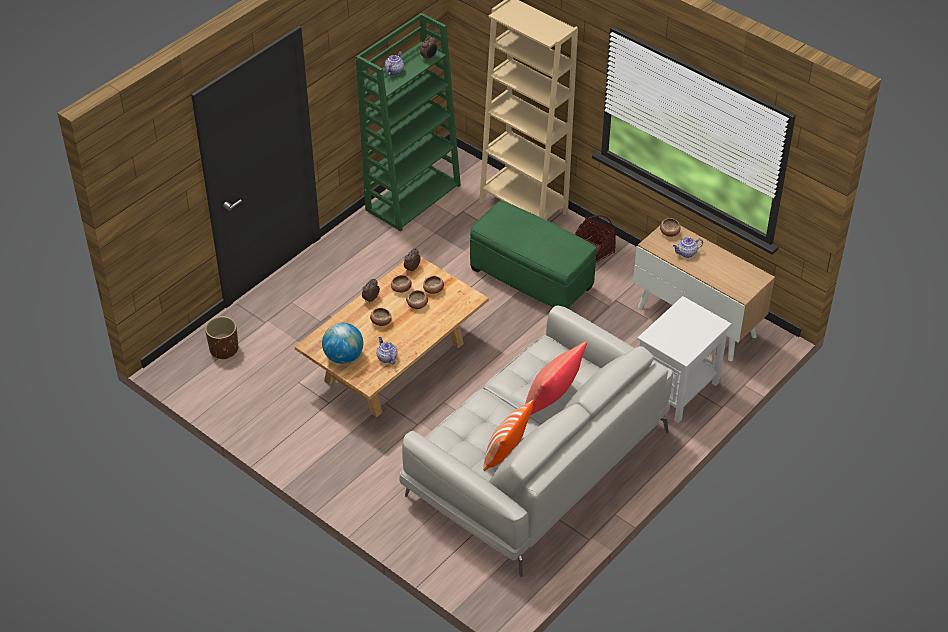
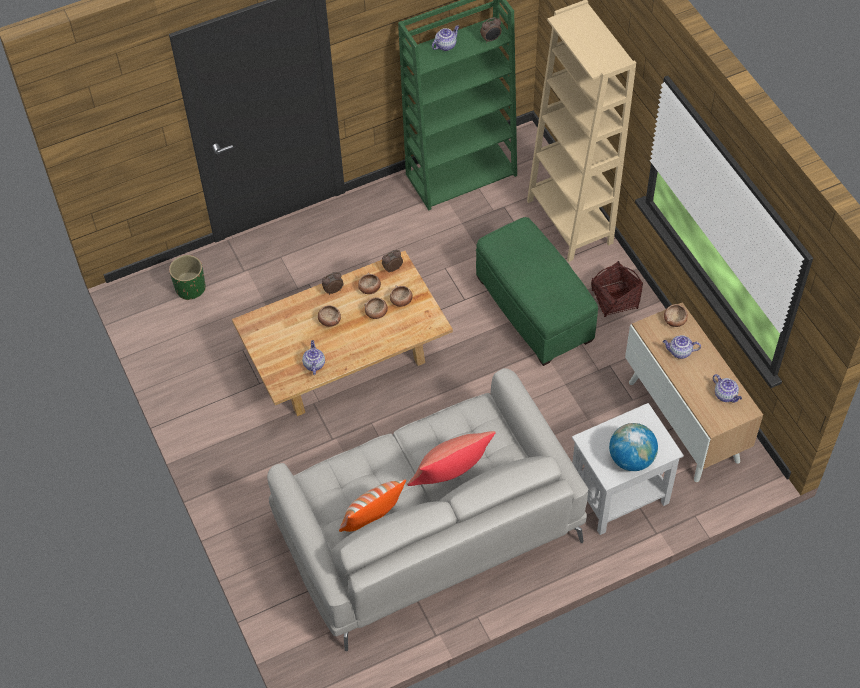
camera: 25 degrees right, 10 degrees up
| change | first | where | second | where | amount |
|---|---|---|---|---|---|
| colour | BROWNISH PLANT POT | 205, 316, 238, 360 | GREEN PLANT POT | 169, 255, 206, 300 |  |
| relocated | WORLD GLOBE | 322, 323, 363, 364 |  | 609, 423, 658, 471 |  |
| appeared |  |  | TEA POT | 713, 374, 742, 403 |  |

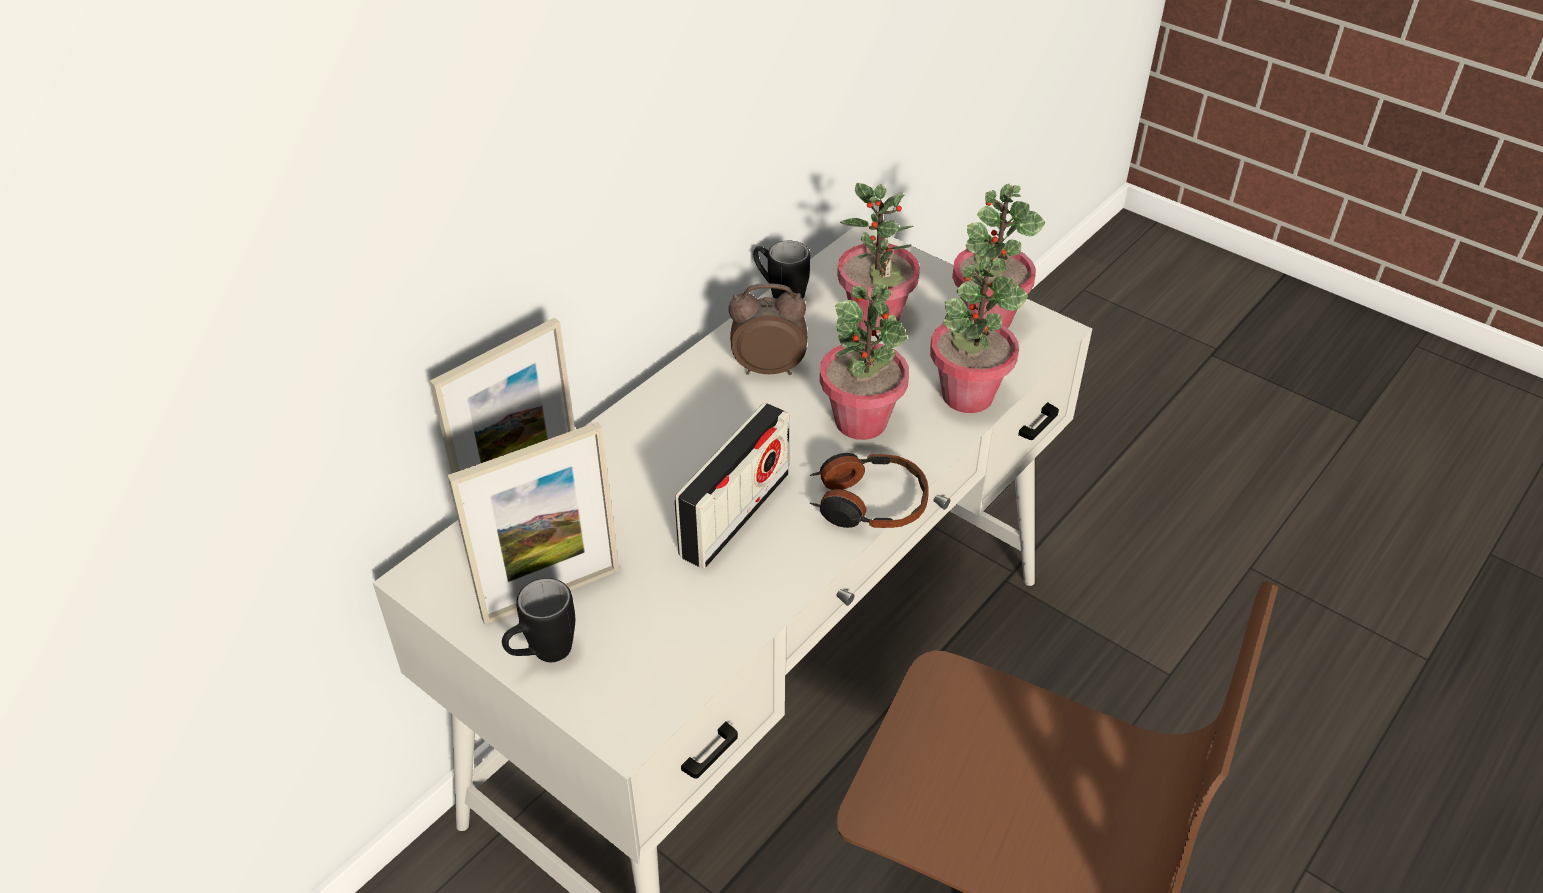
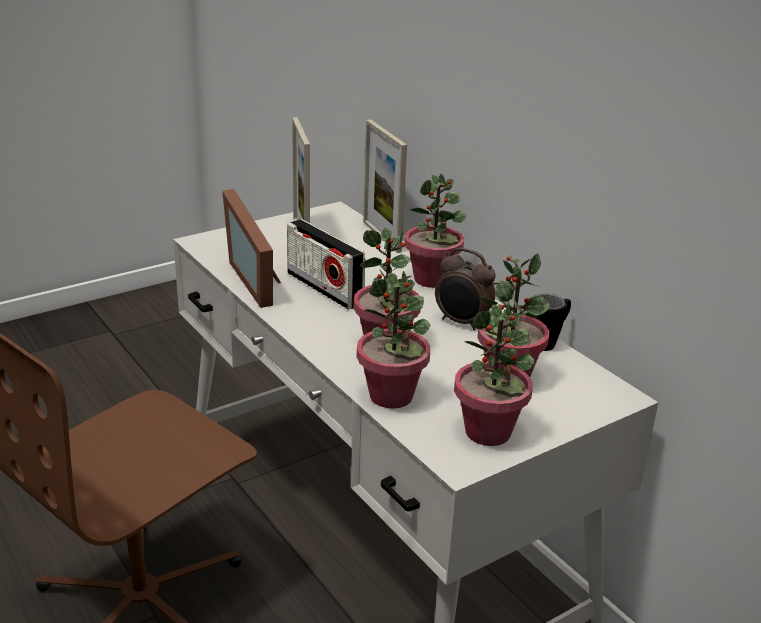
camera: 105 degrees right, 15 degrees down
| change | first | where | second | where | amount |
|---|---|---|---|---|---|
| appeared |  |  | PICTURE FRAME | 222, 189, 281, 308 |  |
| appeared |  |  | POTTED PLANT | 405, 174, 466, 288 |  |
| spun | ALARM CLOCK | 728, 283, 808, 375 |  | 435, 248, 496, 330 | 105 degrees clockwise |
| missing | BLACKISH MUG | 502, 578, 575, 662 |  |  |  |
| missing | PAIR OF HEADPHONES | 810, 453, 929, 528 |  |  |  |

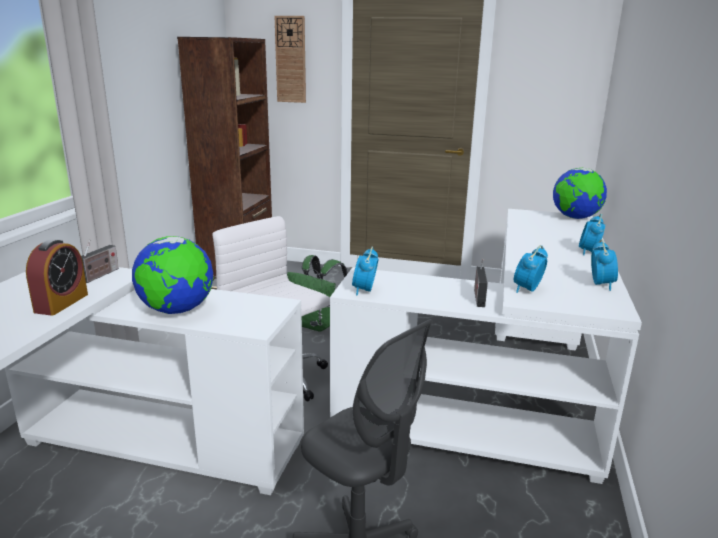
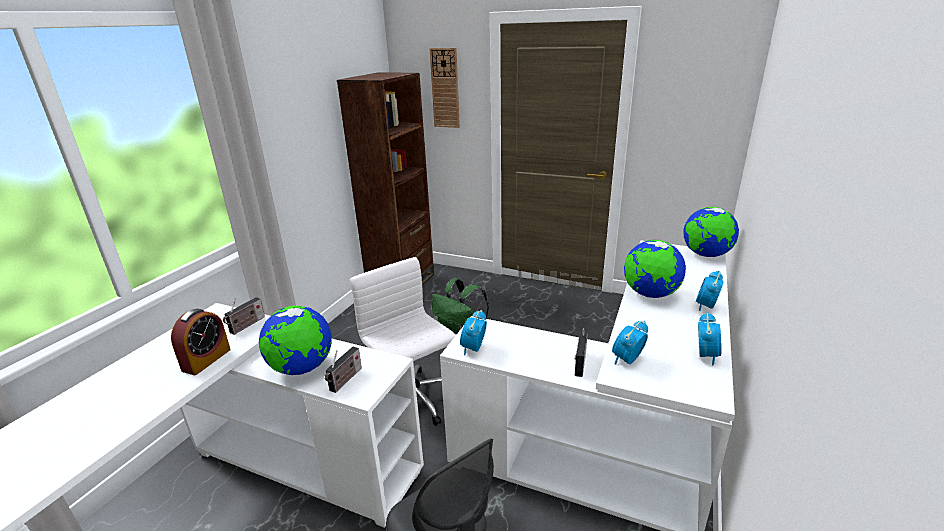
camera: 10 degrees right, 5 degrees up
| change | first | where | second | where | amount |
|---|---|---|---|---|---|
| appeared |  |  | RADIO | 325, 347, 362, 393 |  |
| appeared |  |  | WORLD GLOBE | 624, 240, 686, 298 |  |

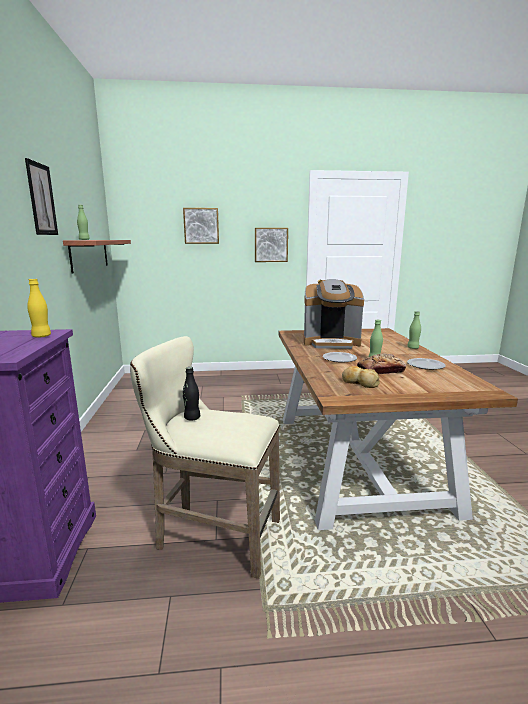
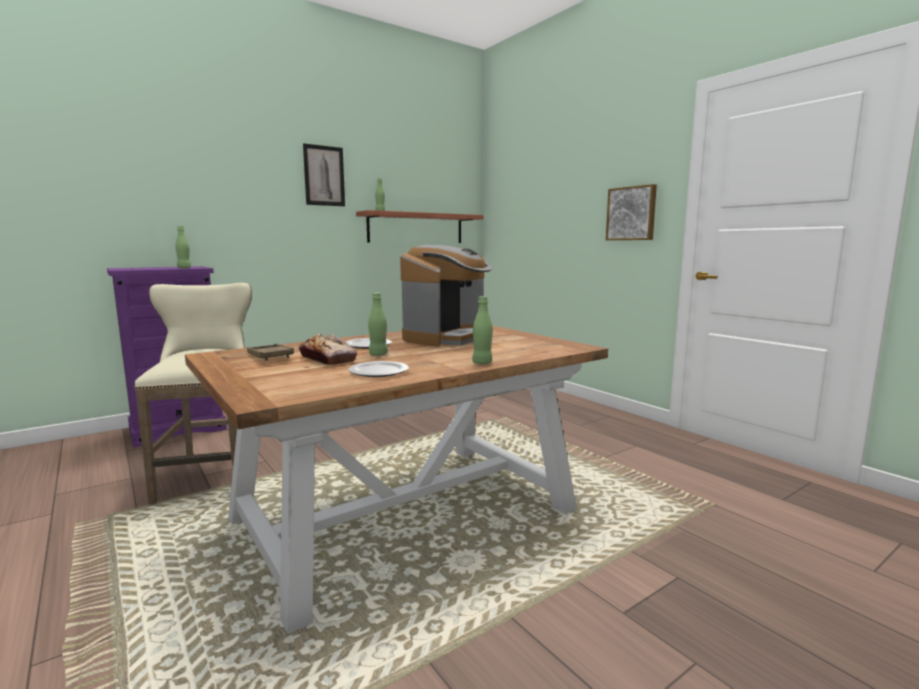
camera: 60 degrees right, 5 degrees down
| change | first | where | second | where | amount |
|---|---|---|---|---|---|
| colour | YELLOWISH BOTTLE | 27, 279, 51, 337 | GREEN BOTTLE | 175, 226, 191, 268 |  |
| exchanged | BREAD | 342, 366, 380, 388 | BROWNISH SERVING TRAY | 247, 344, 294, 361 |  |
| spun | COFFEE MACHINE | 303, 279, 364, 349 |  | 400, 245, 492, 346 | 120 degrees counterclockwise |
| missing | WALL ART | 183, 208, 219, 244 |  |  |  |
| missing | BLACKISH BOTTLE | 183, 367, 200, 421 |  |  |  |

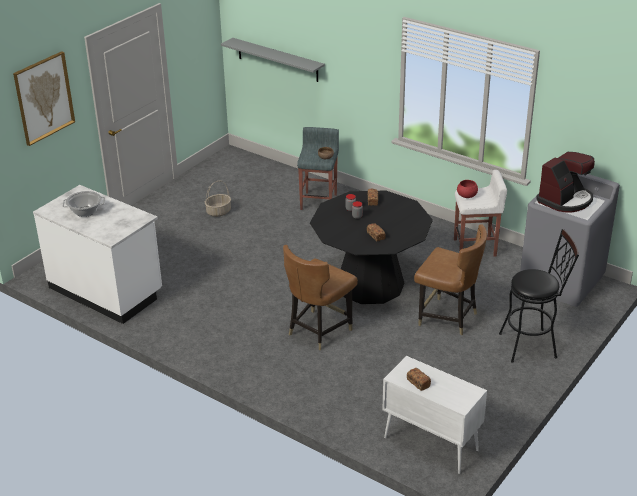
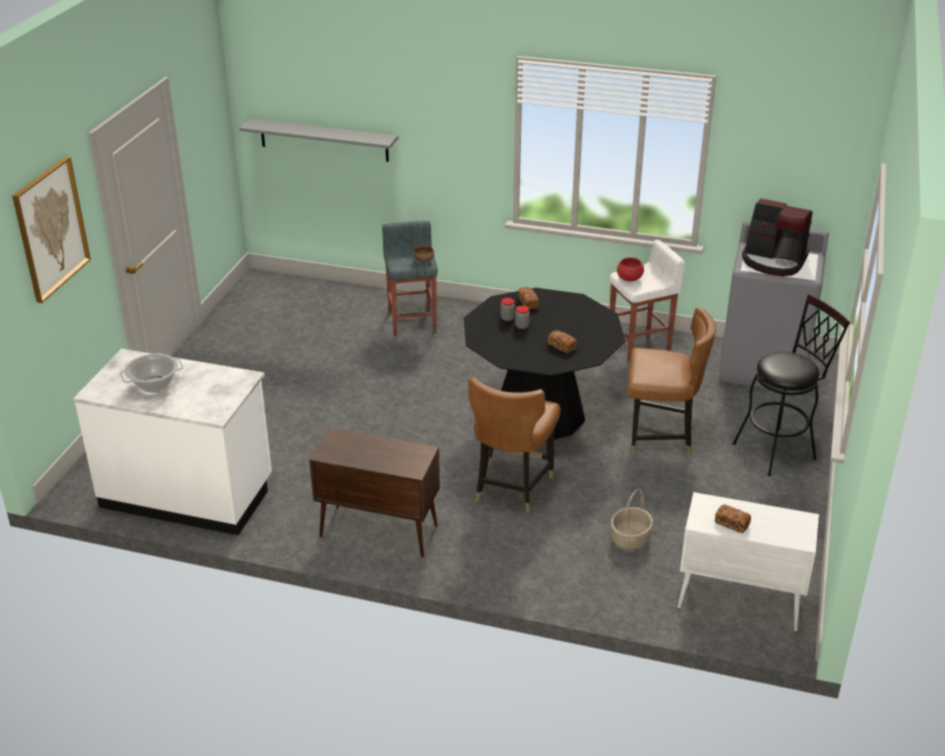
camera: 20 degrees left, 0 degrees up
| change | first | where | second | where | amount |
|---|---|---|---|---|---|
| appeared |  |  | BROWNISH CUPBOARD | 309, 428, 440, 557 |  |
| relocated | STORAGE BASKET | 205, 181, 231, 217 |  | 611, 489, 653, 550 |  |
| spun | COFFEE MACHINE | 536, 152, 595, 213 |  | 742, 198, 812, 276 | 90 degrees clockwise |

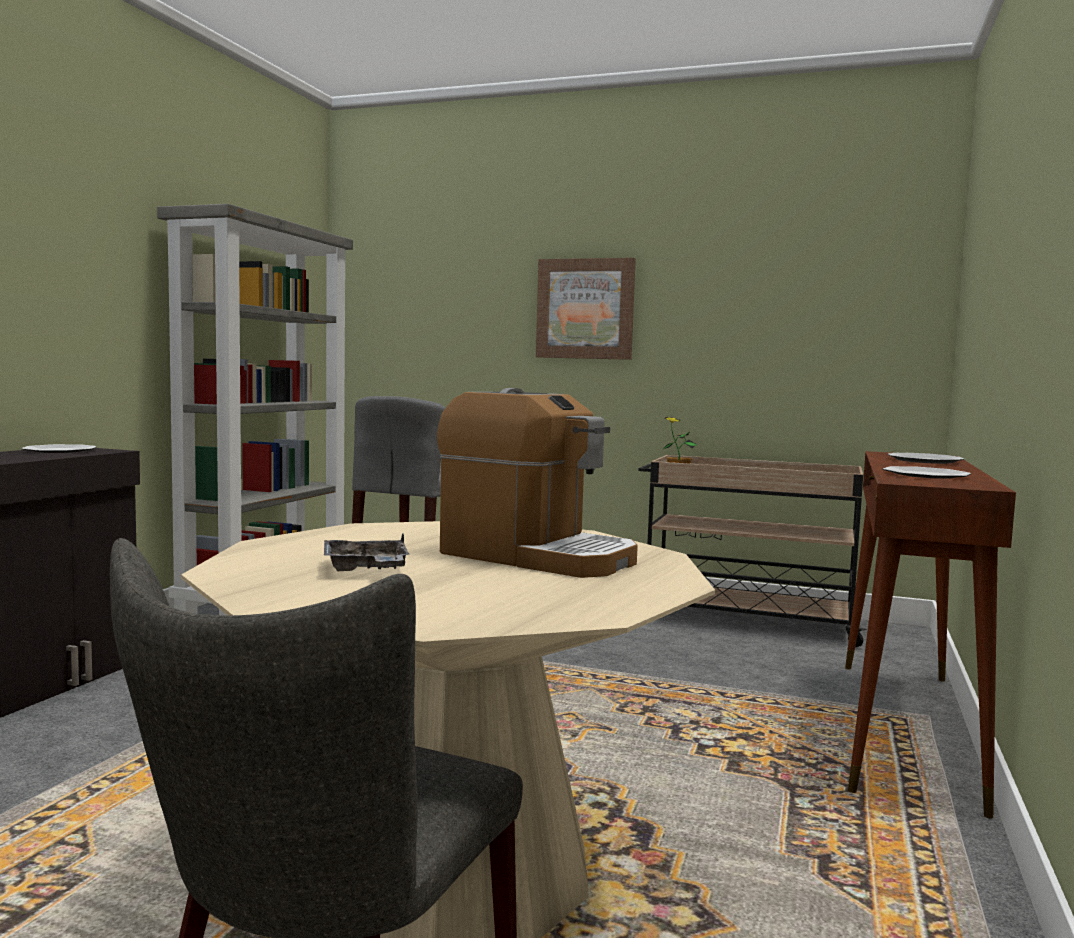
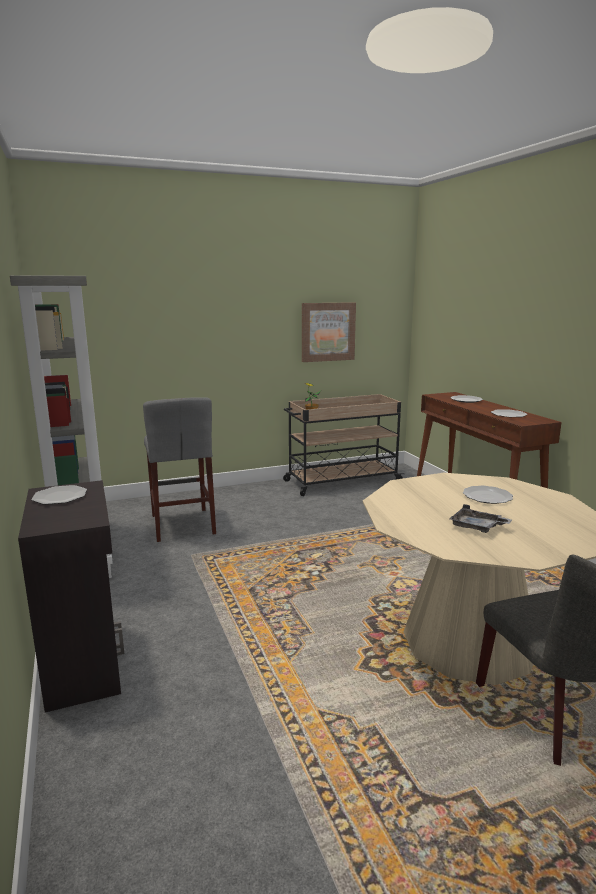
camera: 40 degrees left, 10 degrees up
| change | first | where | second | where | amount |
|---|---|---|---|---|---|
| relocated | WALL ART | 536, 258, 636, 360 |  | 302, 302, 356, 362 |  |
| exchanged | COFFEE MACHINE | 437, 388, 638, 578 | DINNER PLATE | 463, 486, 513, 504 |  |

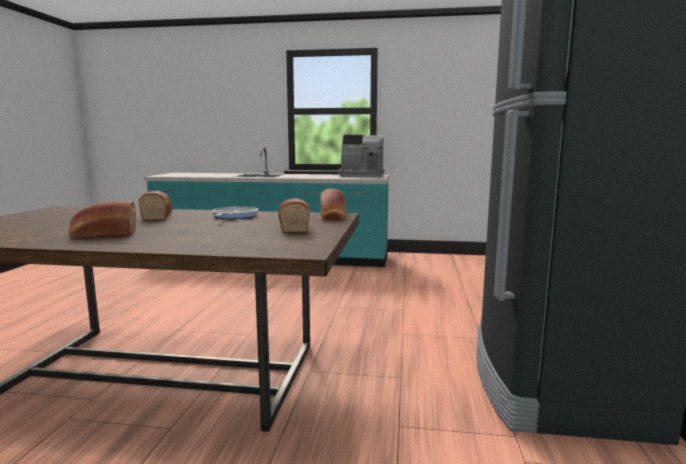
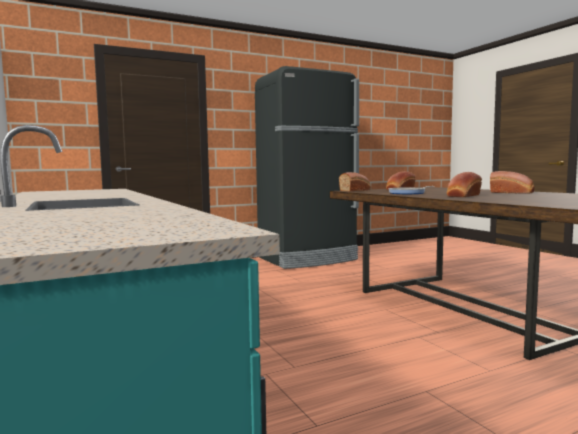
camera: 125 degrees left, 5 degrees down
| change | first | where | second | where | amount |
|---|---|---|---|---|---|
| missing | COFFEE MACHINE | 338, 135, 385, 178 |  |  |  |

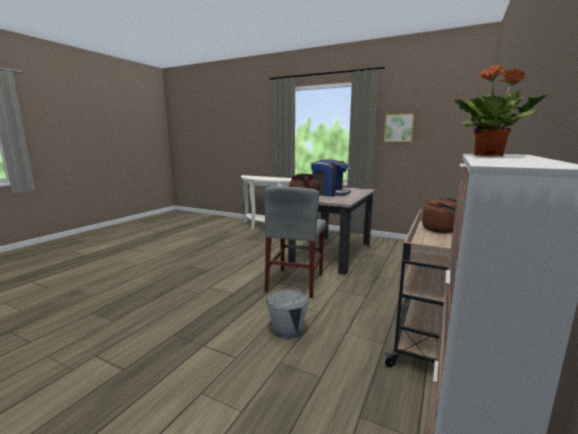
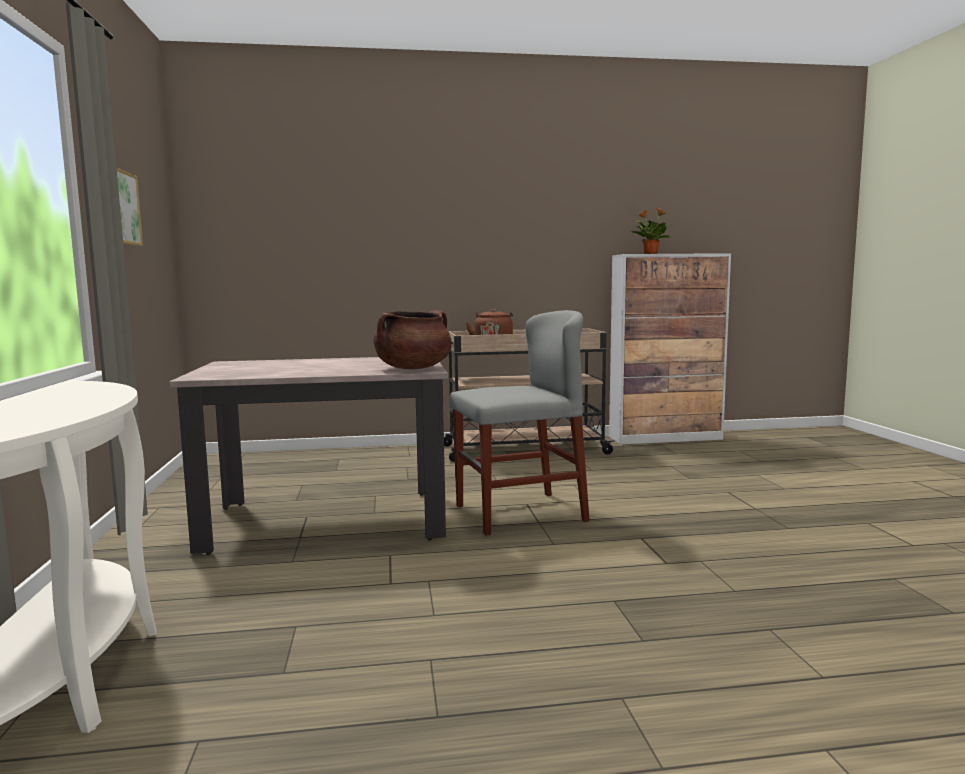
camera: 125 degrees left, 5 degrees down
| change | first | where | second | where | amount |
|---|---|---|---|---|---|
| missing | GRAY BUCKET | 267, 289, 309, 339 |  |  |  |
| missing | COFFEE MACHINE | 311, 159, 351, 197 |  |  |  |

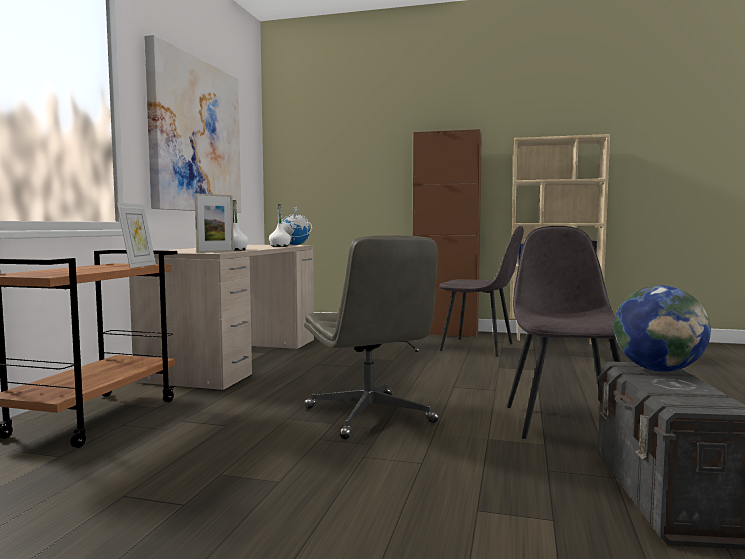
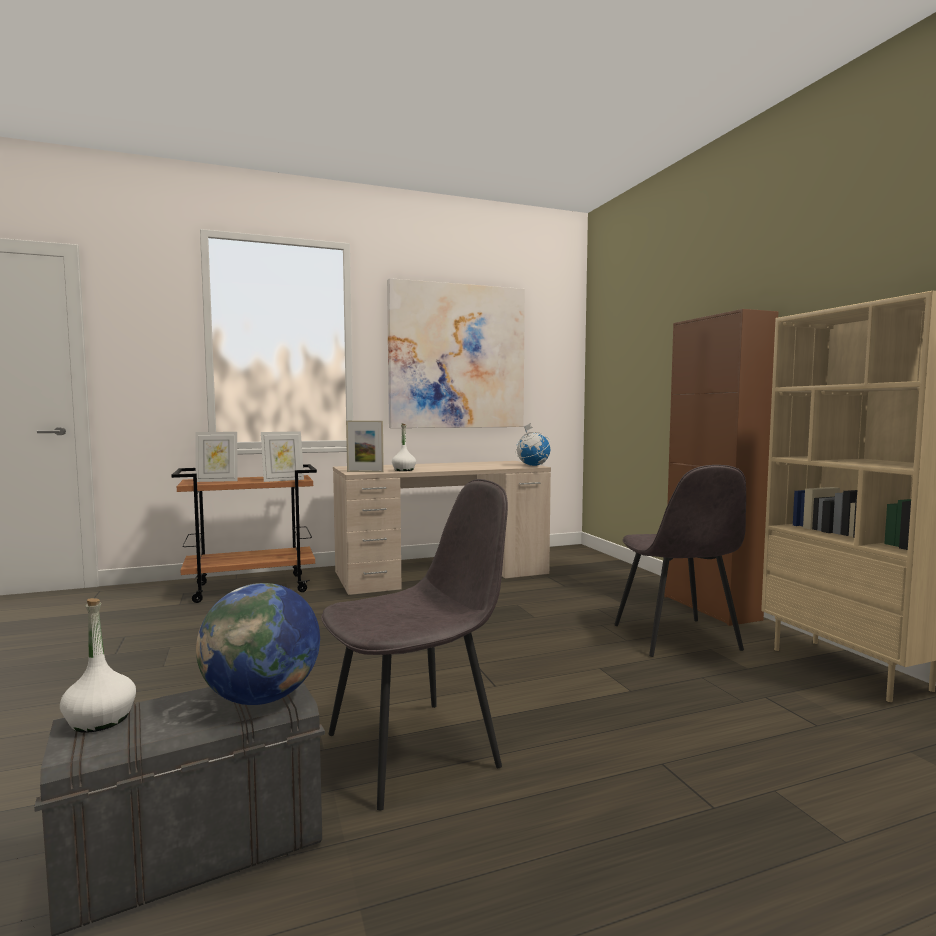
camera: 55 degrees right, 0 degrees up
| change | first | where | second | where | amount |
|---|---|---|---|---|---|
| relocated | WHITE-COLOURED BOTTLE | 269, 204, 291, 247 |  | 60, 598, 136, 733 |  |
| appeared |  |  | PICTURE FRAME | 195, 432, 237, 482 |  |
| missing | GRAY DESK CHAIR | 304, 235, 439, 439 |  |  |  |

